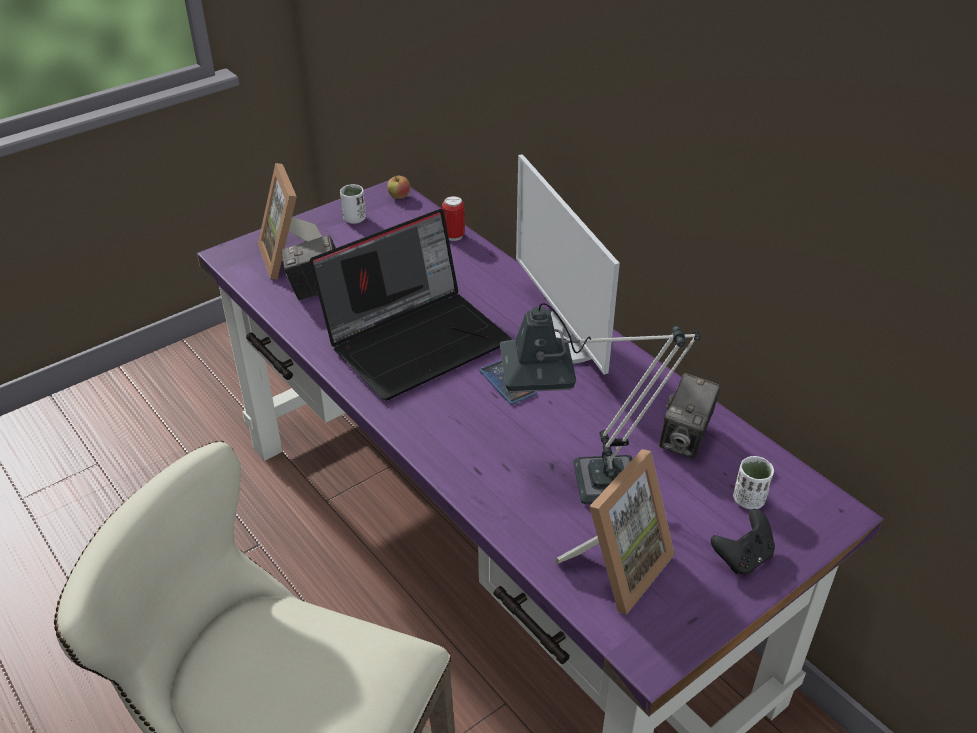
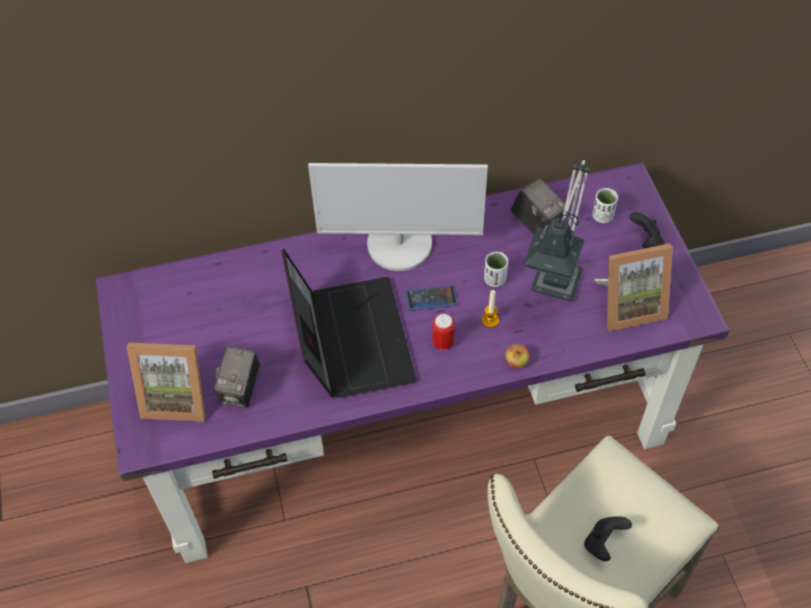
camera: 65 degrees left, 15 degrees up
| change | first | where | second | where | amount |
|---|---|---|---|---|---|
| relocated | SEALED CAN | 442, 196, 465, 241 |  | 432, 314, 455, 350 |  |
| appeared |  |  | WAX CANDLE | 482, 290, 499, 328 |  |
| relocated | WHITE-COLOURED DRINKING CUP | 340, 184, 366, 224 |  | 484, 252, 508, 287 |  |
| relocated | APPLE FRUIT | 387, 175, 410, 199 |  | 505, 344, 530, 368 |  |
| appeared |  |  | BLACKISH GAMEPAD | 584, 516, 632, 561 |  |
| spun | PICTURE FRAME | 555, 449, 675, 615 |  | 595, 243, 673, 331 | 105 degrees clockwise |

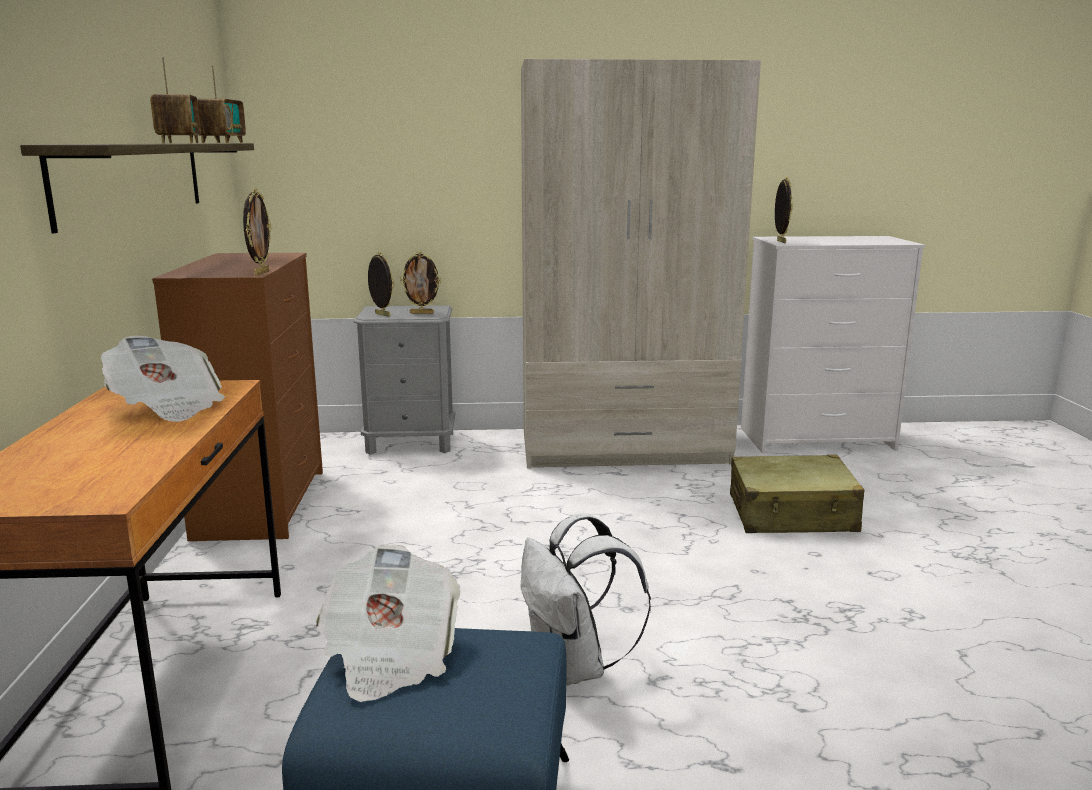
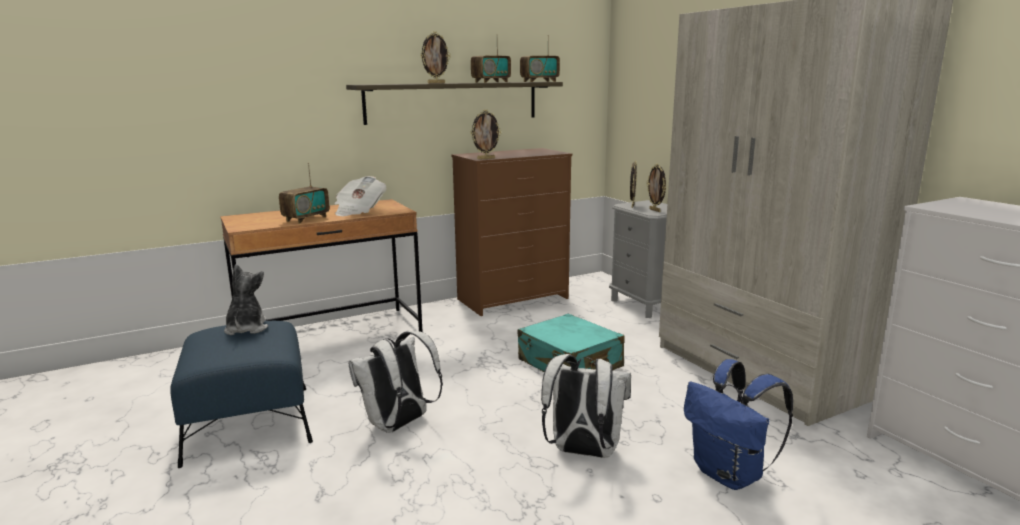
camera: 65 degrees right, 0 degrees up
| change | first | where | second | where | amount |
|---|---|---|---|---|---|
| exchanged | DAILY PAPER | 316, 545, 461, 702 | CUDDLY TOY | 224, 264, 268, 335 |  |
| appeared |  |  | RADIO | 279, 163, 329, 224 |  |
| relocated | PICTURE FRAME | 775, 177, 793, 243 |  | 420, 31, 451, 84 |  |
| appeared |  |  | TURQUOISE SUITCASE | 518, 314, 625, 372 |  |
| appeared |  |  | WHITE-COLOURED RUCKSACK | 541, 354, 631, 458 |  |
| exchanged | BEIGE-COLOURED SUITCASE | 730, 455, 864, 533 | BLUISH RUCKSACK | 684, 359, 793, 490 |  |

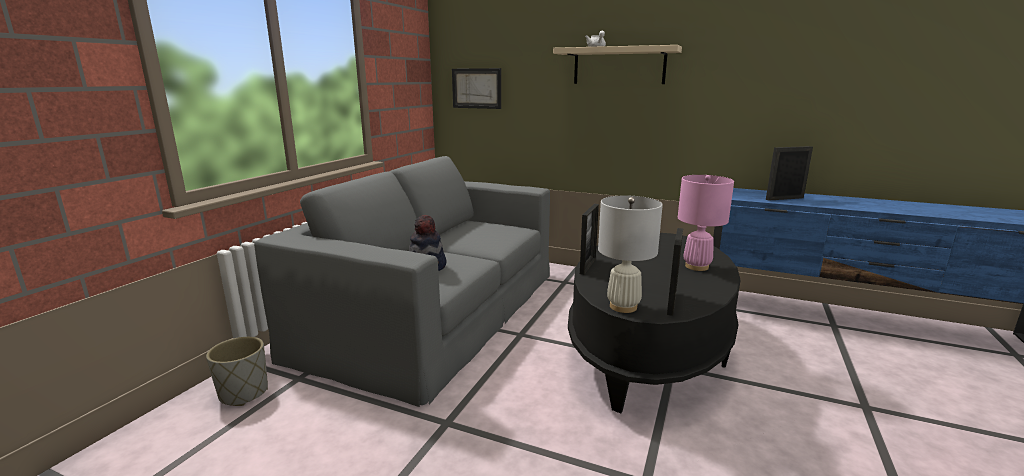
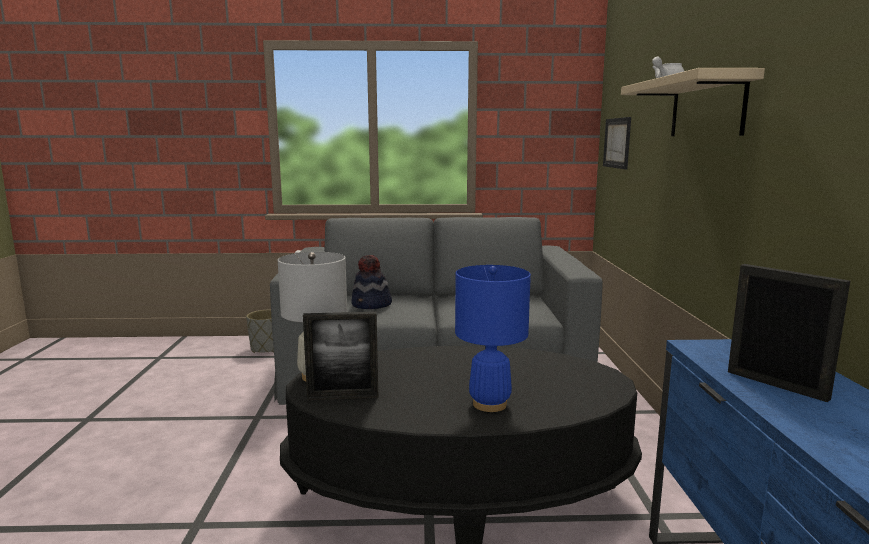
camera: 65 degrees right, 5 degrees down
| change | first | where | second | where | amount |
|---|---|---|---|---|---|
| colour | PINK-COLOURED TABLE LAMP | 678, 175, 734, 271 | BLUISH TABLE LAMP | 455, 265, 531, 412 |  |
| missing | PICTURE FRAME | 580, 204, 599, 275 |  |  |  |

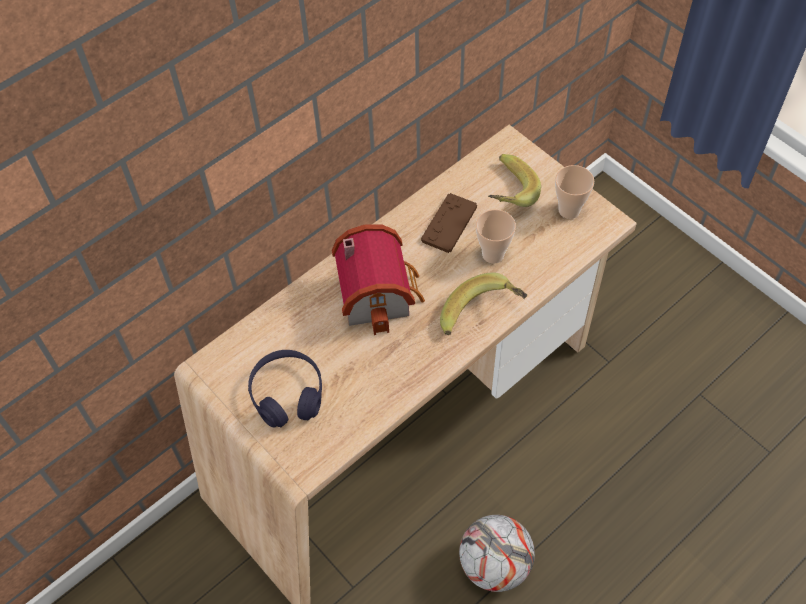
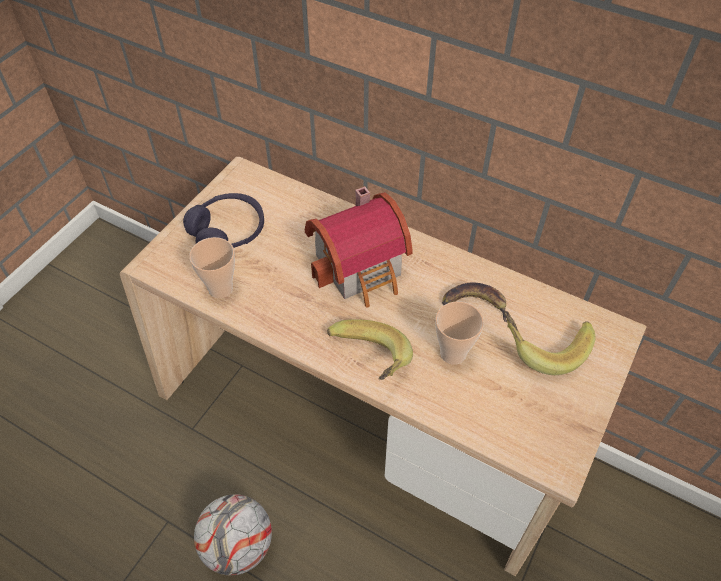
camera: 70 degrees right, 5 degrees down
| change | first | where | second | where | amount |
|---|---|---|---|---|---|
| relocated | DRINKING CUP | 555, 165, 594, 219 |  | 189, 237, 235, 298 |  |
| exchanged | BROWNISH GAMEPAD | 421, 193, 477, 253 | BANANA FRUIT | 442, 282, 507, 322 |  |

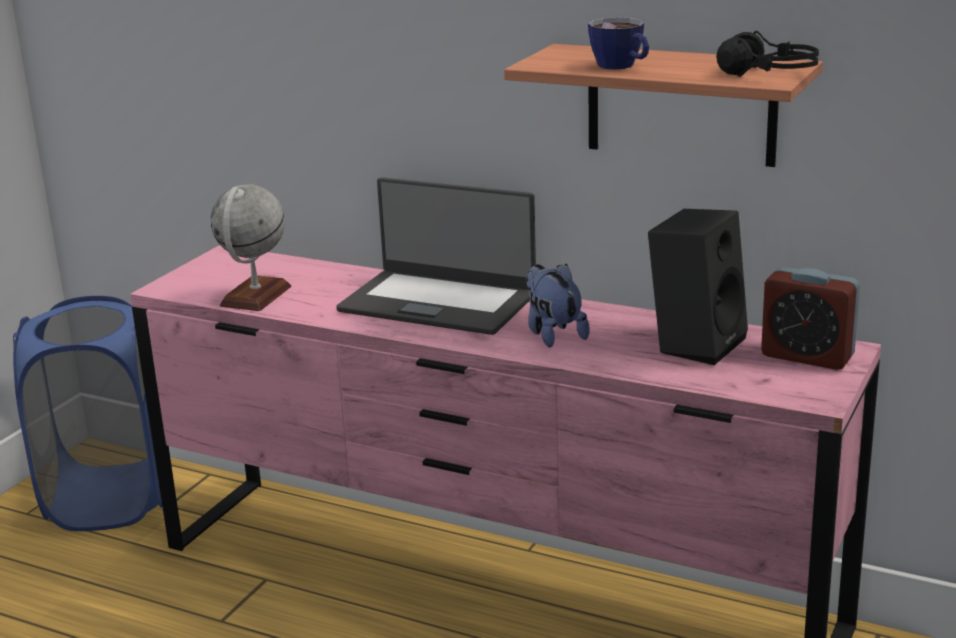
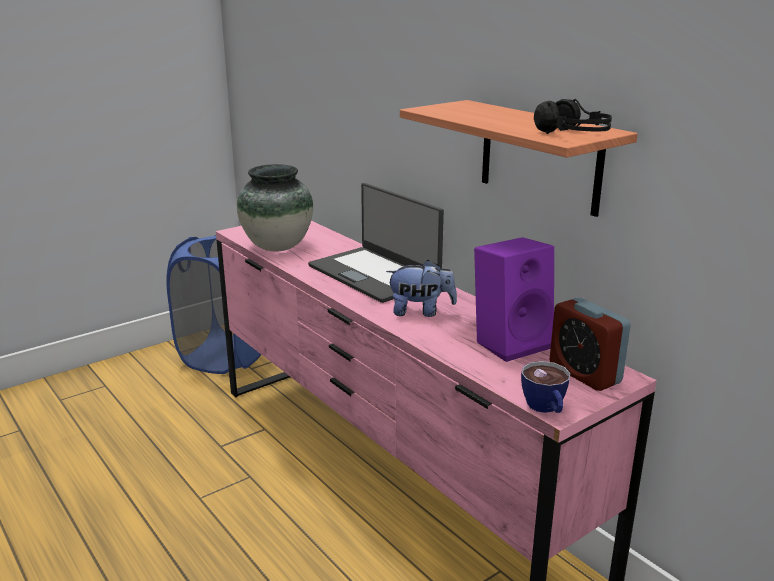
camera: 25 degrees right, 0 degrees up
| change | first | where | second | where | amount |
|---|---|---|---|---|---|
| exchanged | WORLD GLOBE | 211, 184, 291, 311 | FLOWER VASE | 237, 164, 313, 251 |  |
| spun | CUDDLY TOY | 526, 264, 590, 347 |  | 386, 260, 457, 317 | 90 degrees clockwise |
| colour | BLACKISH SPEAKER | 648, 209, 748, 365 | PURPLE-COLOURED SPEAKER | 474, 237, 554, 362 |  |
| relocated | DRINKING CUP | 588, 17, 649, 69 |  | 521, 361, 571, 413 |  |

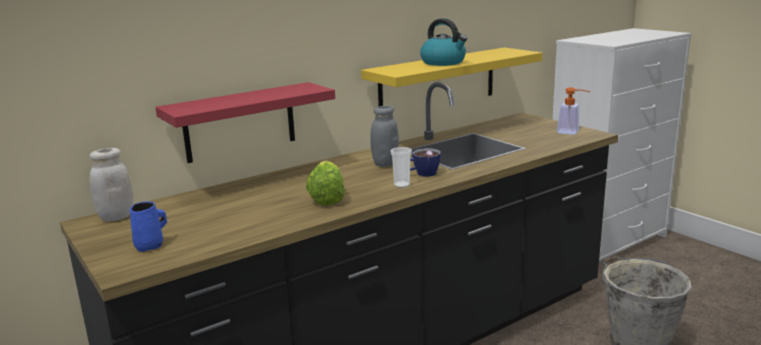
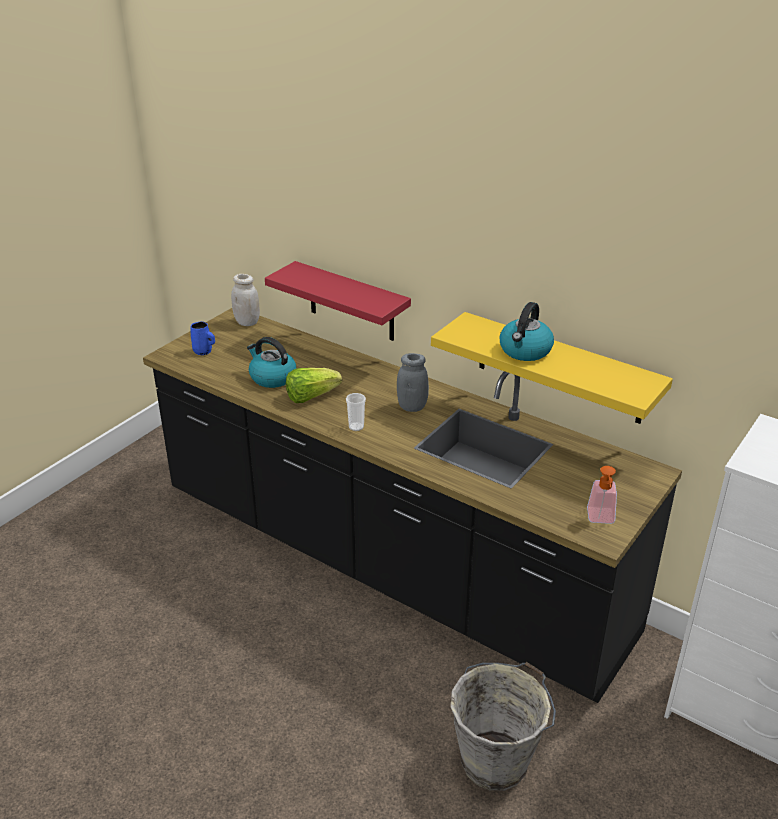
camera: 70 degrees right, 15 degrees up
| change | first | where | second | where | amount |
|---|---|---|---|---|---|
| appeared |  |  | KETTLE | 247, 337, 296, 388 |  |
| missing | DRINKING CUP | 410, 148, 441, 177 |  |  |  |

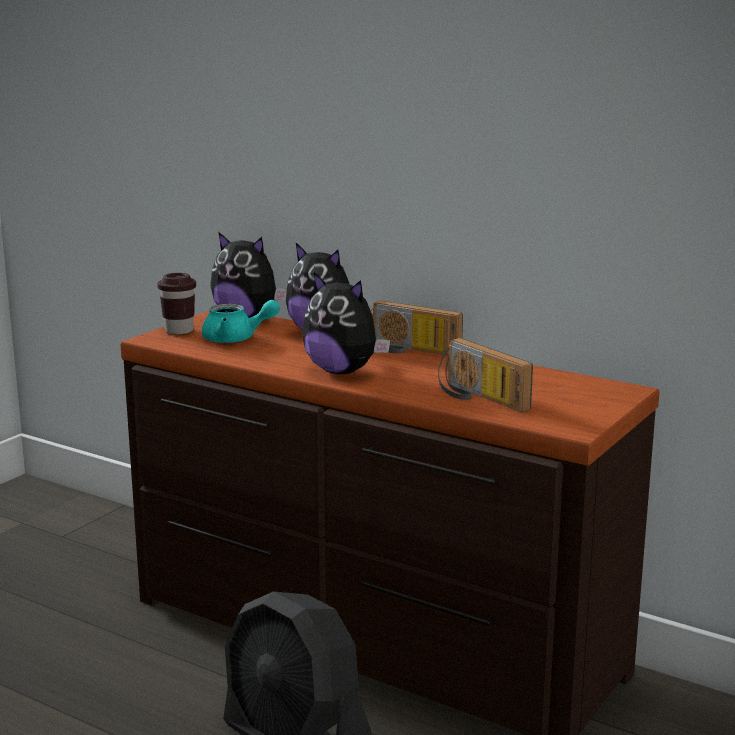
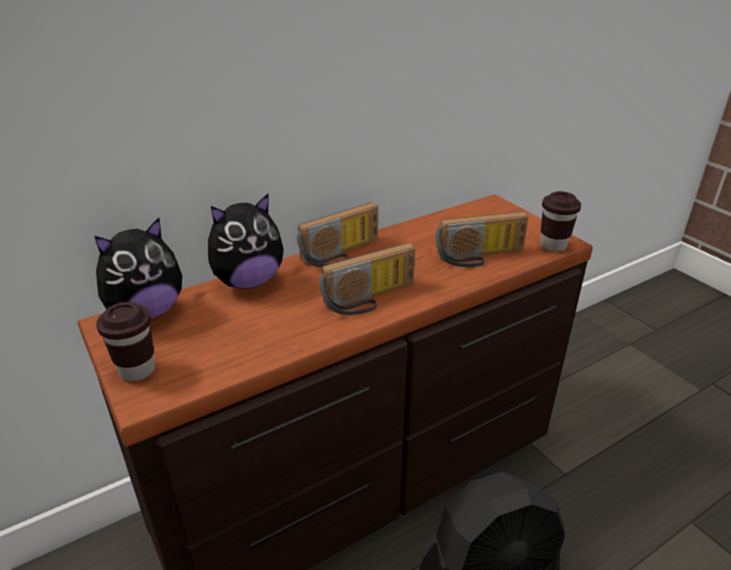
camera: 65 degrees left, 15 degrees up
| change | first | where | second | where | amount |
|---|---|---|---|---|---|
| exchanged | CUDDLY TOY | 302, 272, 390, 374 | RADIO | 319, 243, 415, 315 |  |
| appeared |  |  | BROWNISH DRINKING CUP | 540, 191, 581, 252 |  |
| missing | TURQUOISE TEA POT | 202, 300, 280, 343 |  |  |  |

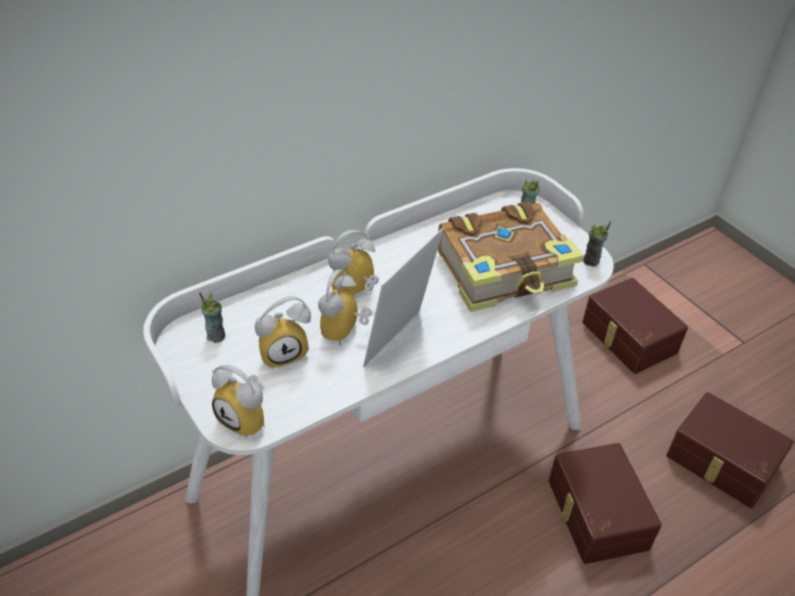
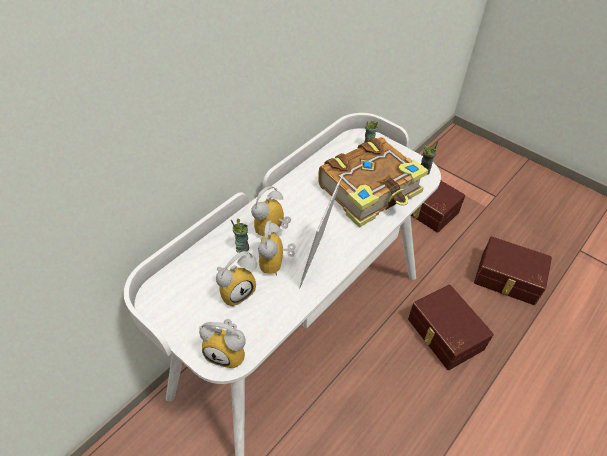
camera: 15 degrees left, 5 degrees up
| change | first | where | second | where | amount |
|---|---|---|---|---|---|
| relocated | DRINKING CUP | 199, 292, 225, 343 |  | 231, 219, 249, 253 |  |

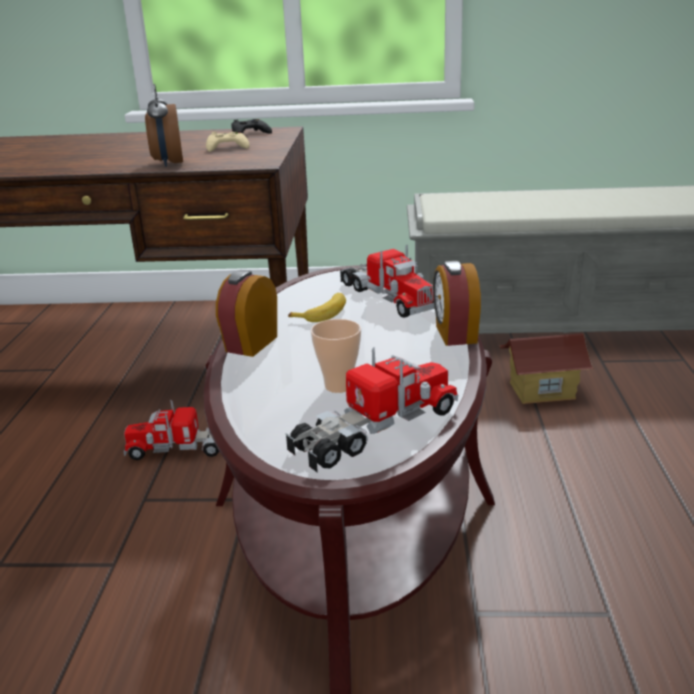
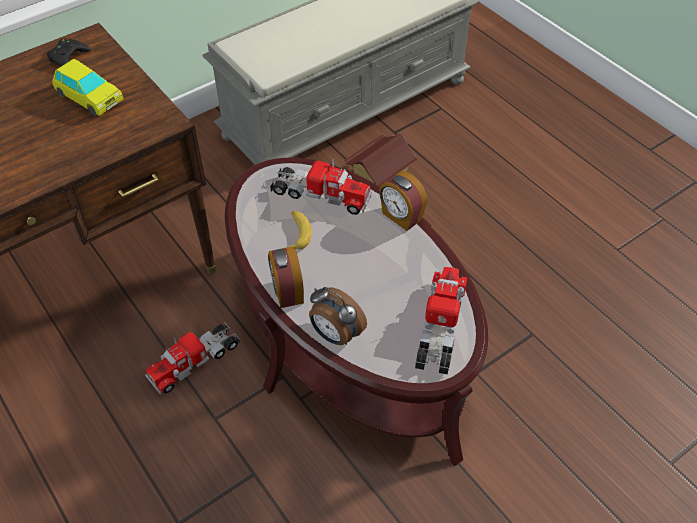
camera: 40 degrees left, 25 degrees up
| change | first | where | second | where | amount |
|---|---|---|---|---|---|
| exchanged | BEIGE-COLOURED GAMEPAD | 206, 132, 249, 152 | MODEL CAR | 52, 59, 124, 116 |  |
| relocated | ALARM CLOCK | 145, 84, 183, 167 |  | 309, 287, 367, 345 |  |
| missing | DRINKING CUP | 311, 319, 361, 393 |  |  |  |

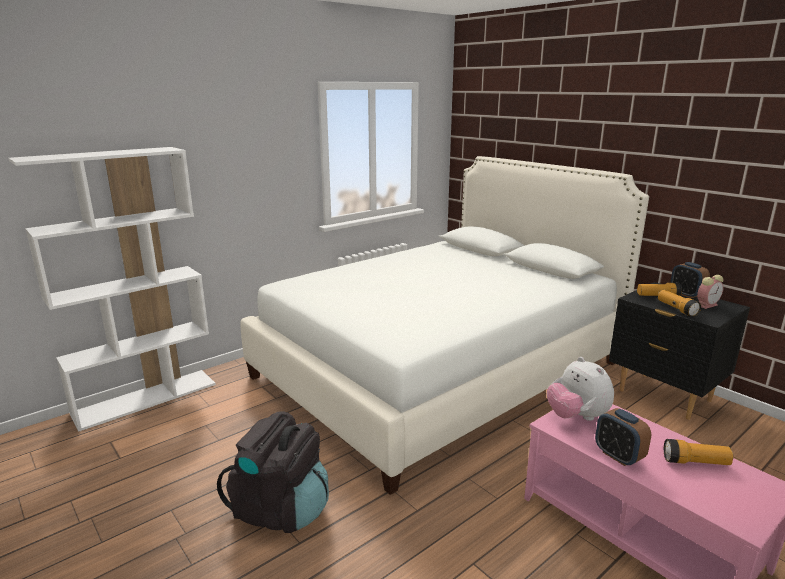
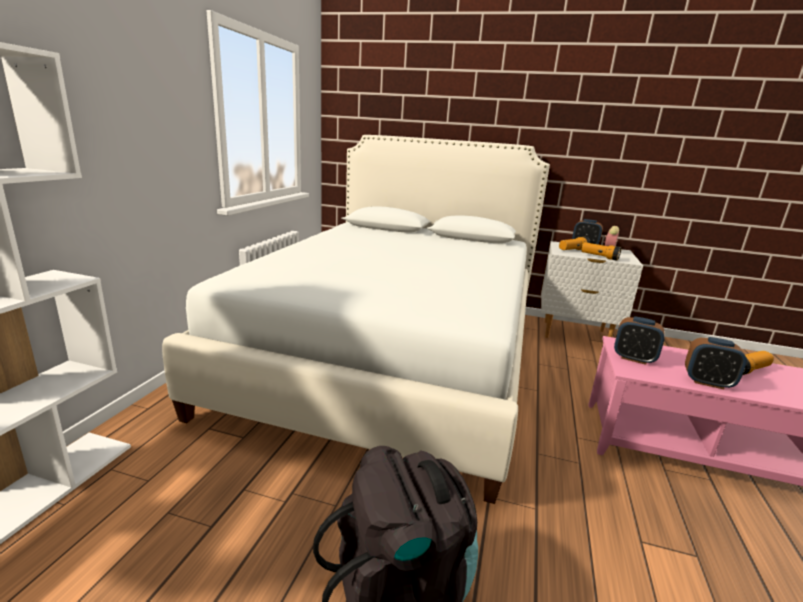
camera: 35 degrees left, 0 degrees up
| change | first | where | second | where | amount |
|---|---|---|---|---|---|
| colour | BLACKISH NIGHT TABLE | 609, 282, 750, 420 | WHITE-COLOURED NIGHT TABLE | 541, 241, 643, 338 |  |
| exchanged | CUDDLY TOY | 547, 357, 614, 421 | ALARM CLOCK | 614, 316, 665, 365 |  |

